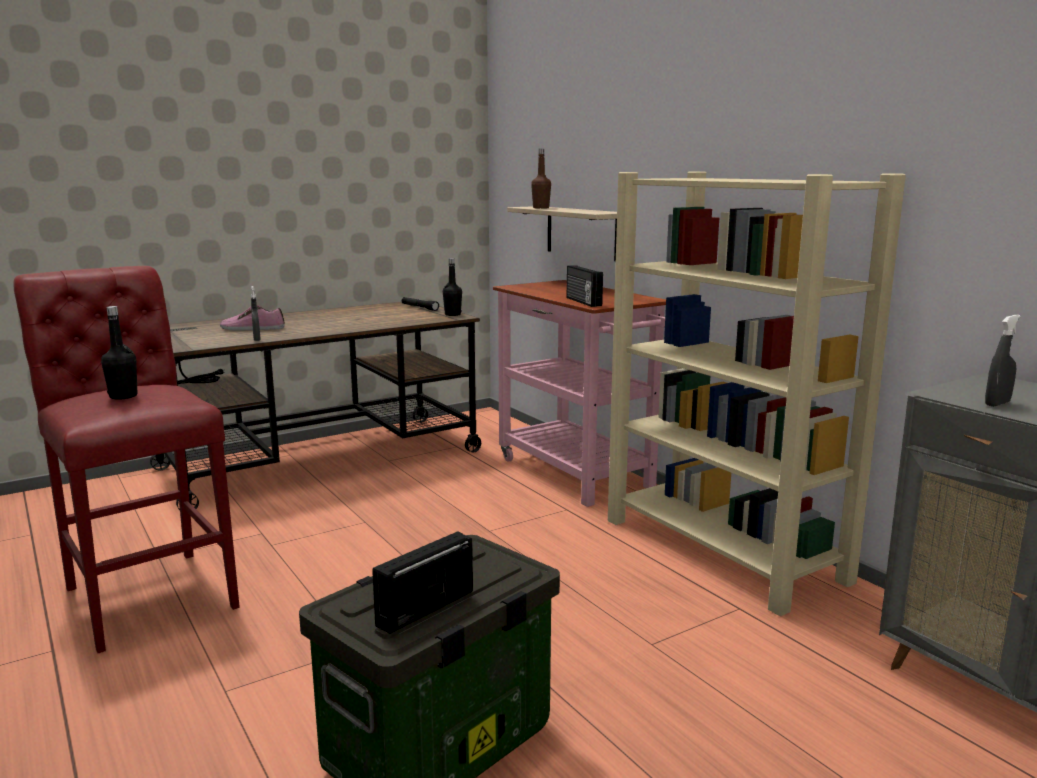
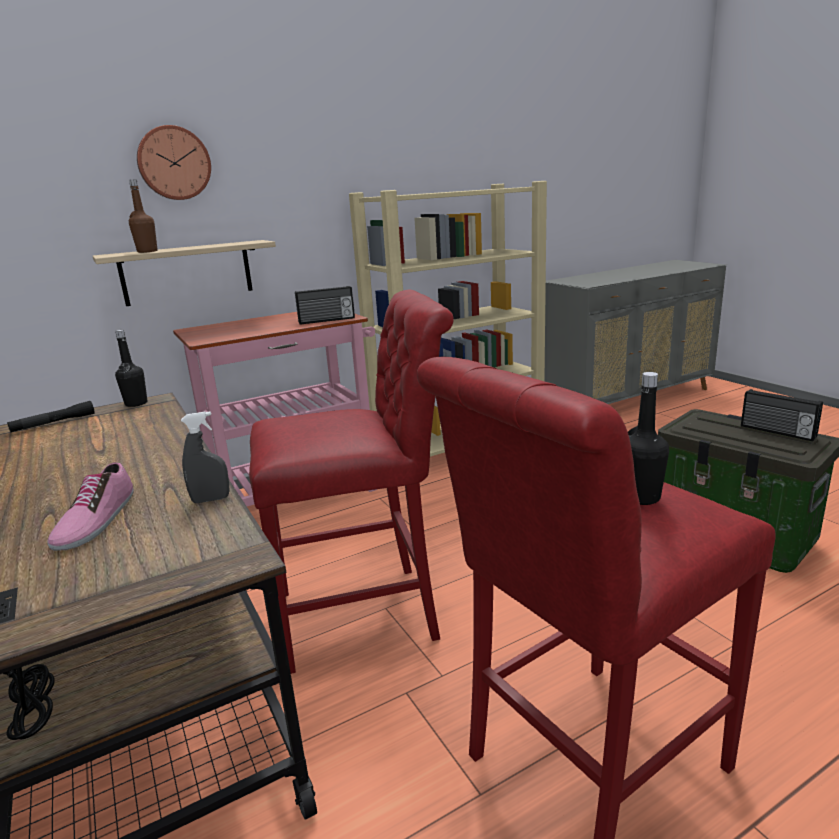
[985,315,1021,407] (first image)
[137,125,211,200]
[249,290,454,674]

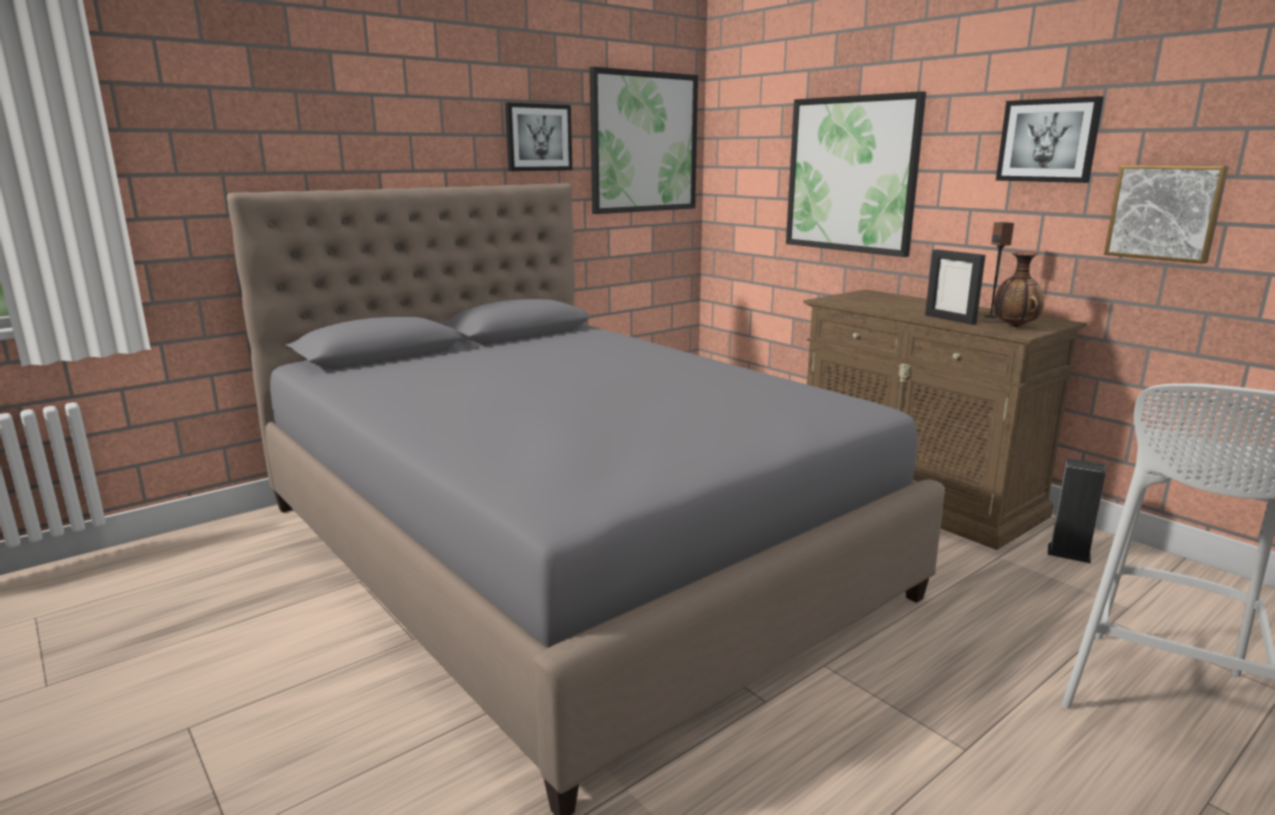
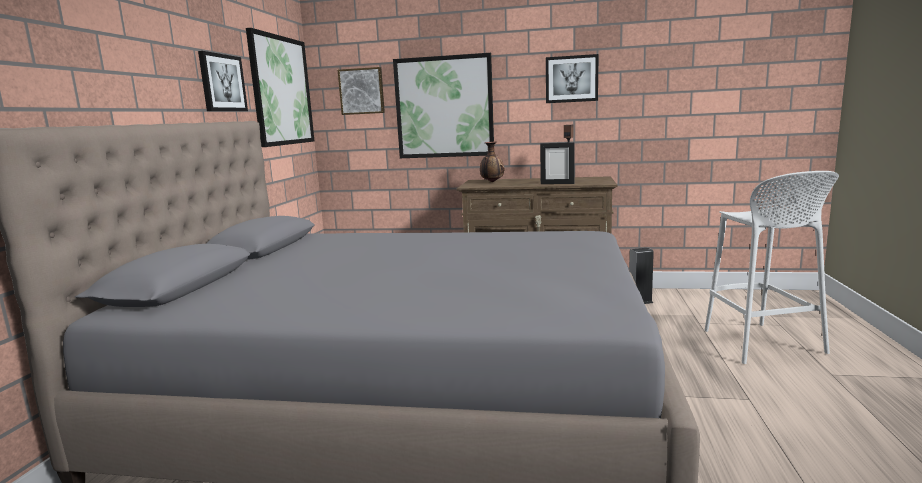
[338,67,385,115]
[480,142,505,182]

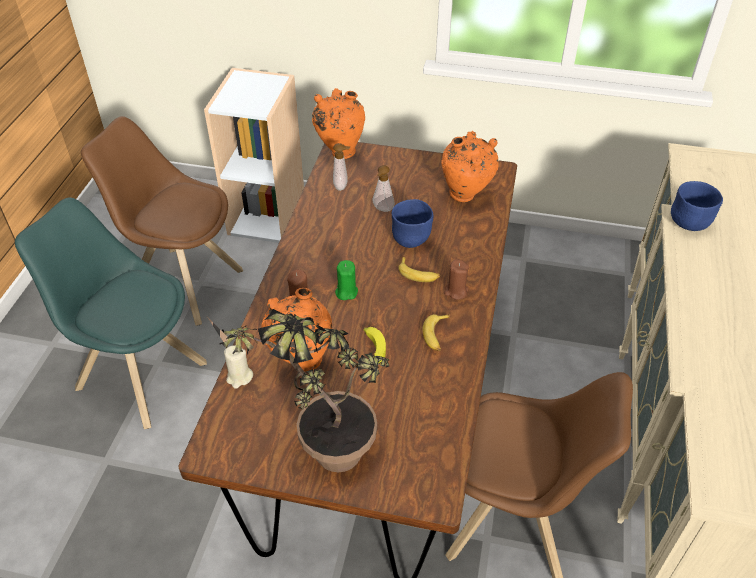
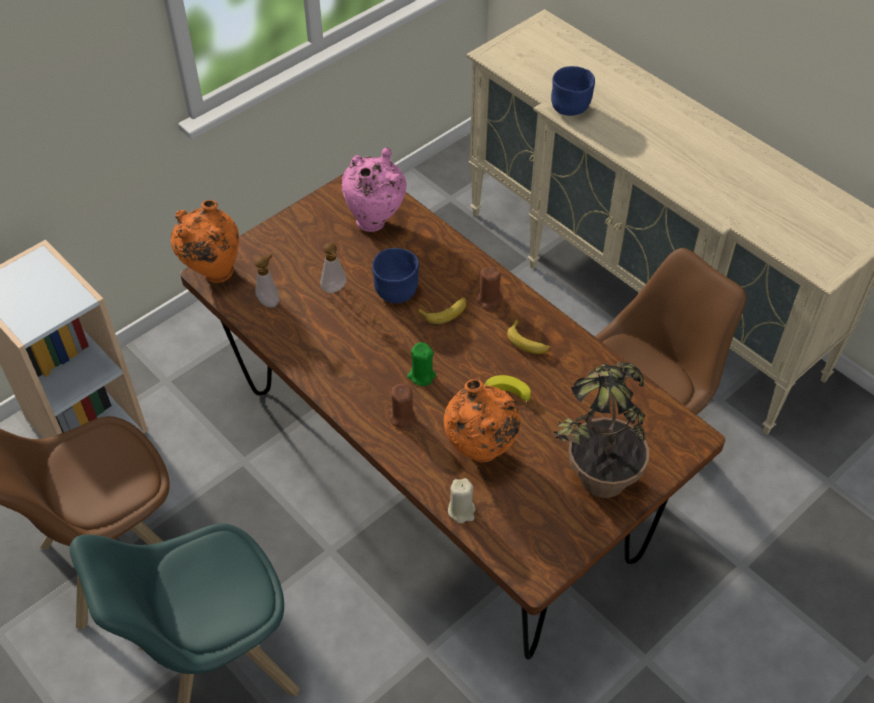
[342,148,407,232]

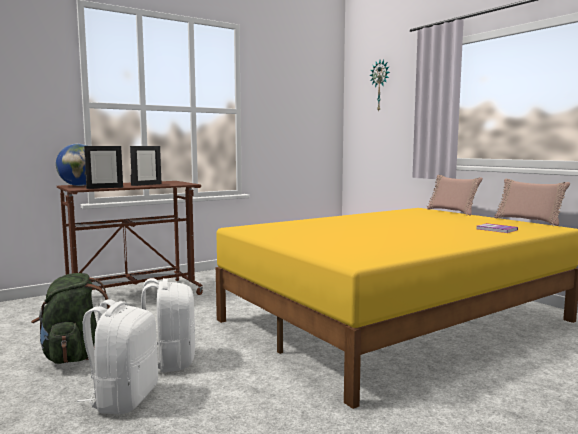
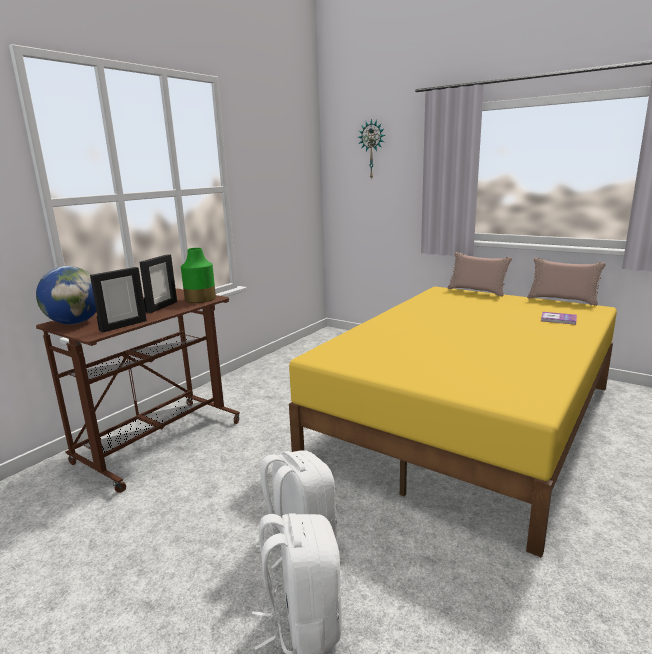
[31,273,111,364] (first image)
[181,248,216,303]

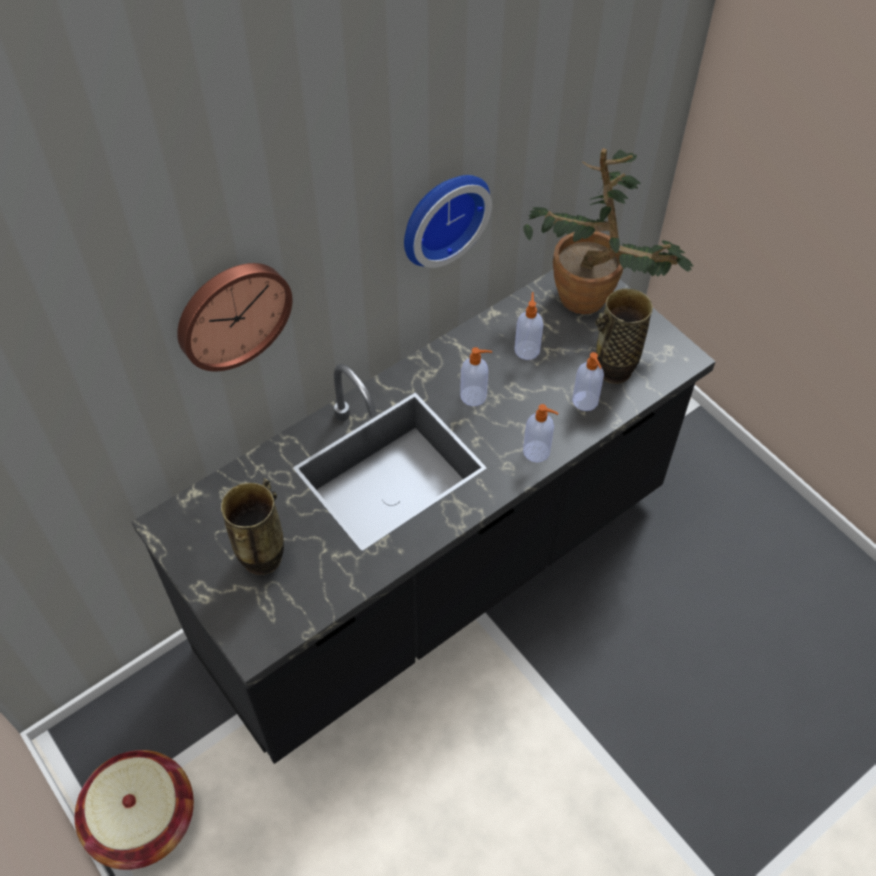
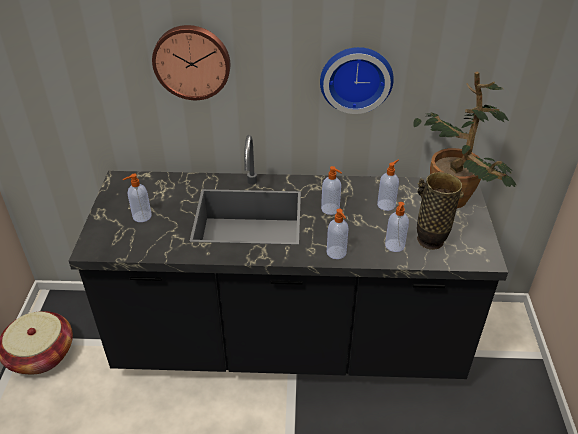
[123,173,152,222]

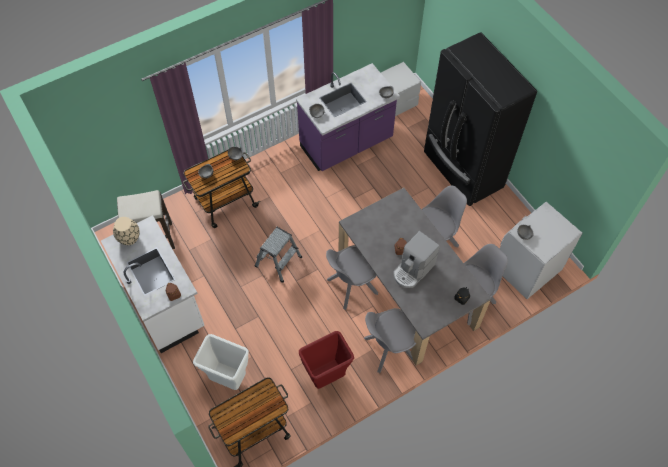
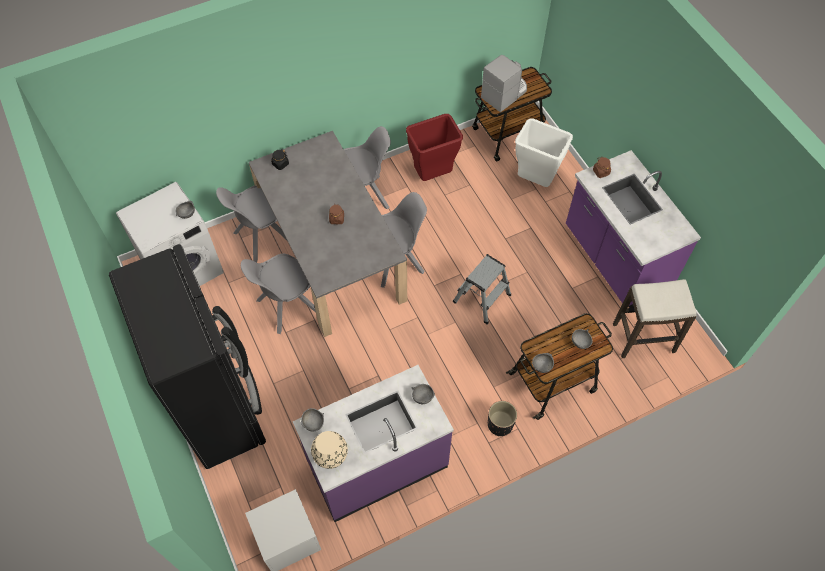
[566,150,701,308]
[311,431,348,469]
[481,55,527,112]
[488,401,517,436]

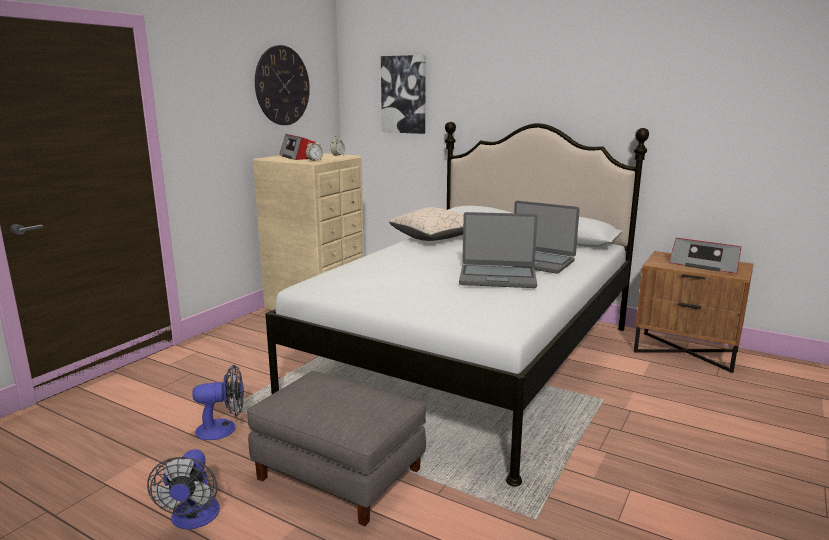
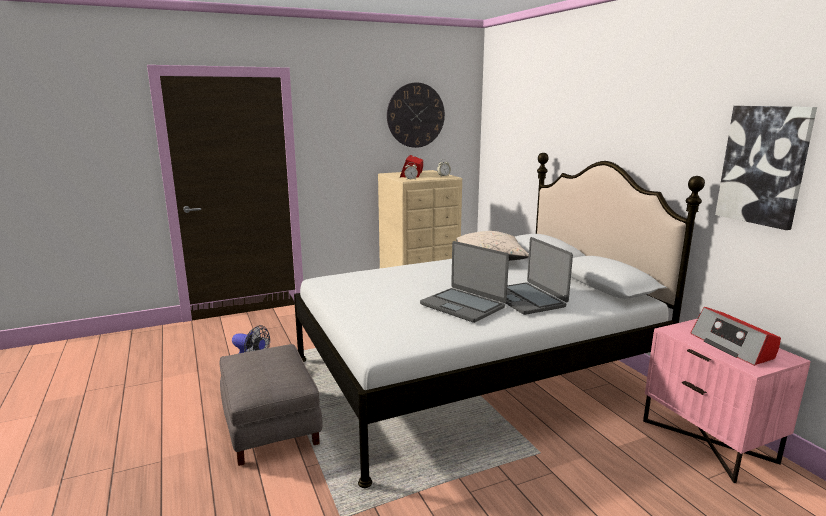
[715,106,817,230]
[643,319,811,483]
[147,449,220,529] (first image)

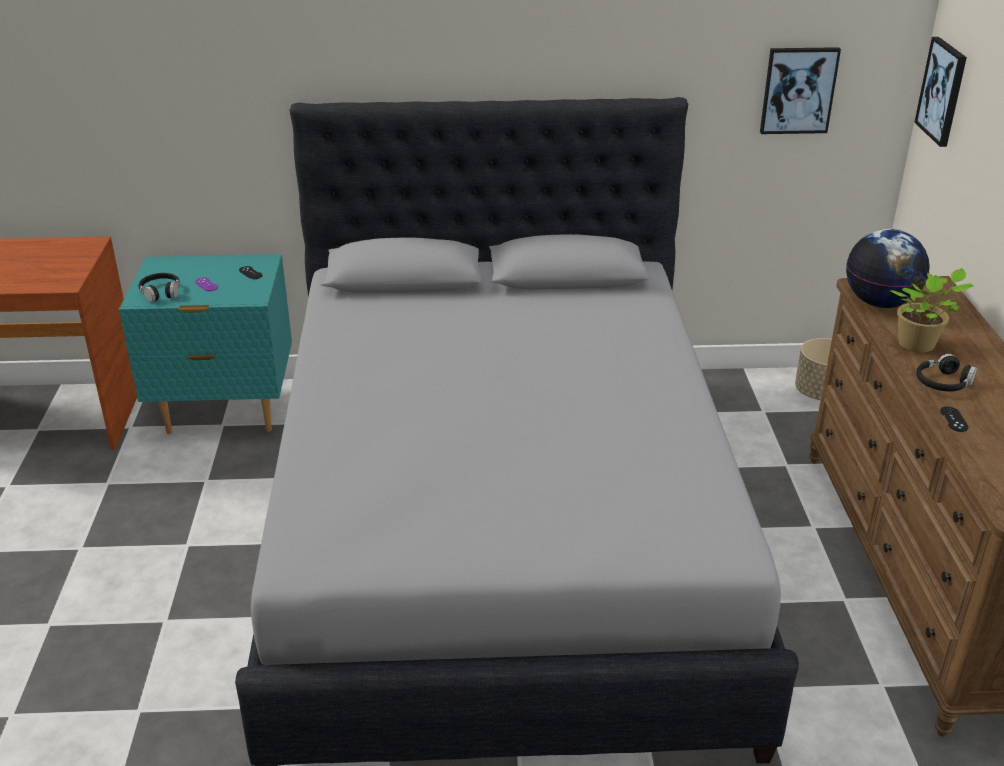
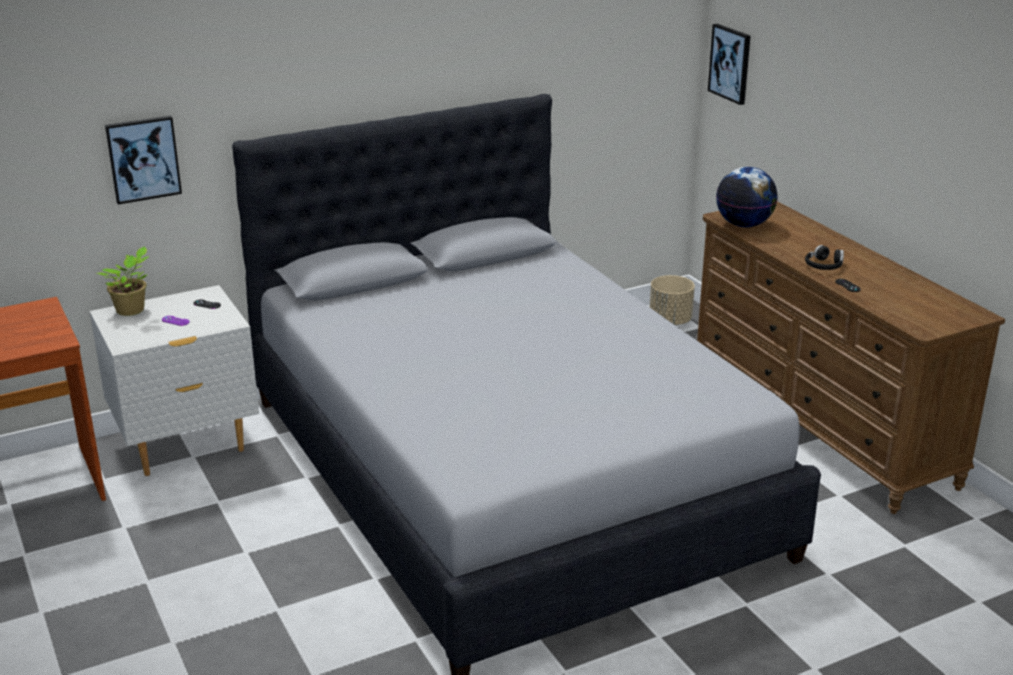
[105,116,182,204]
[90,285,259,476]
[96,246,149,316]
[138,273,180,302] (first image)

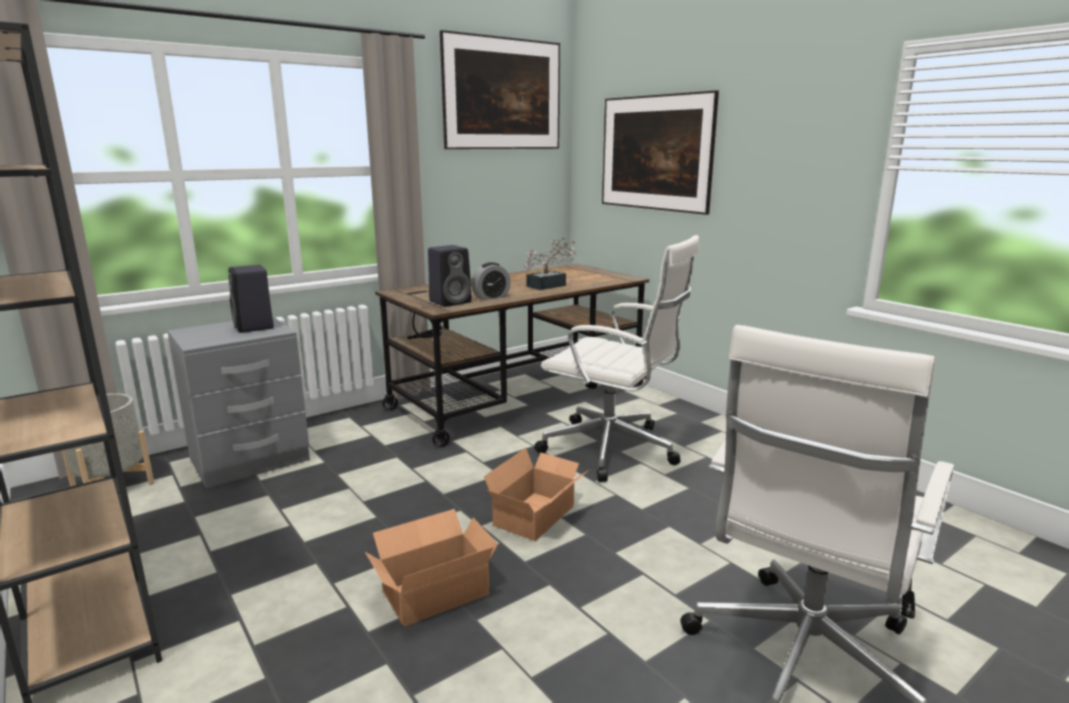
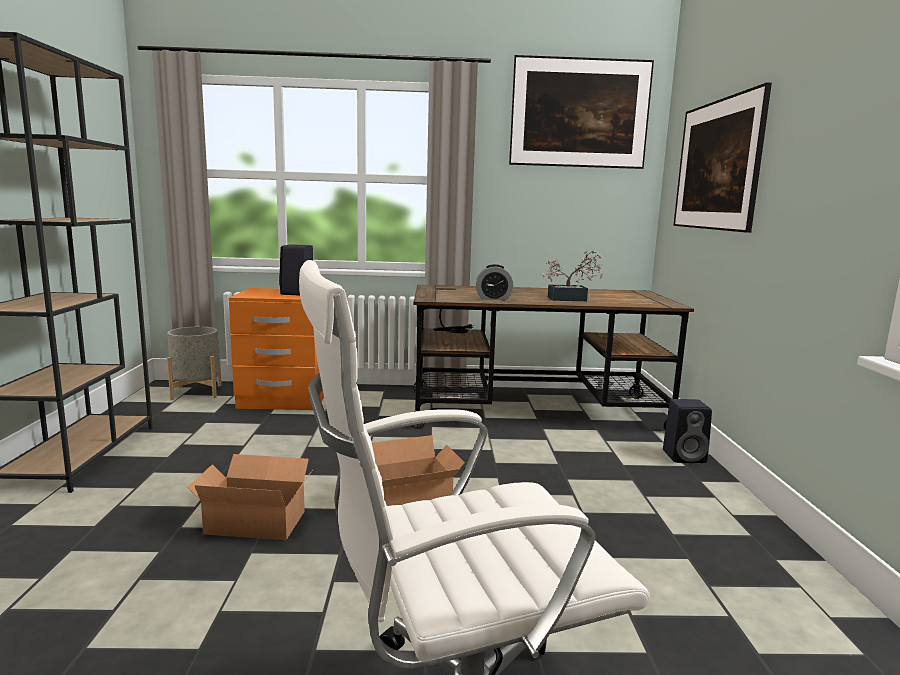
[534,235,700,482] (first image)
[663,399,712,463]
[229,288,324,410]

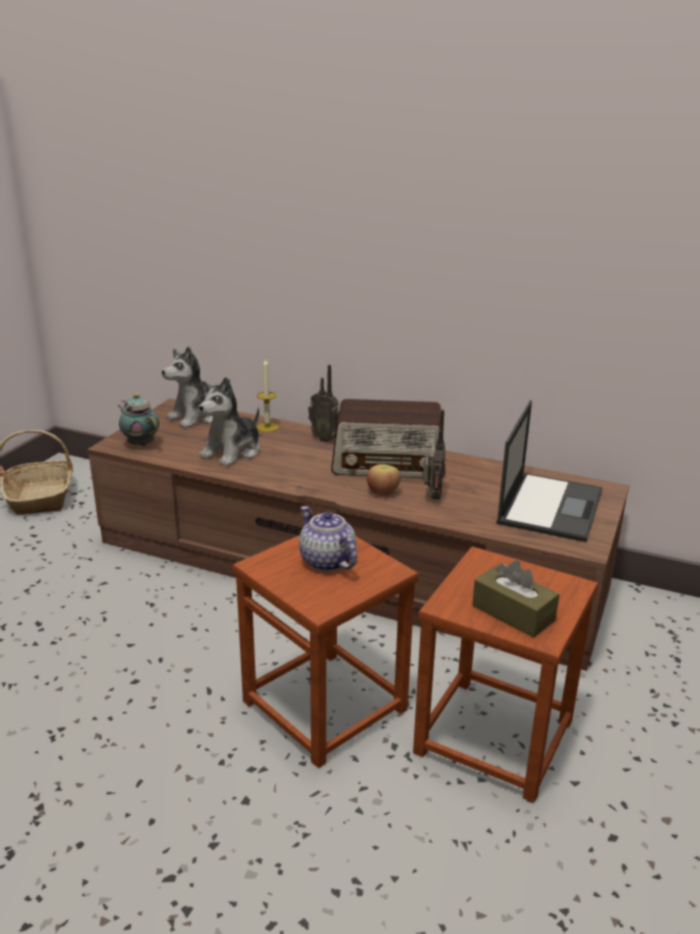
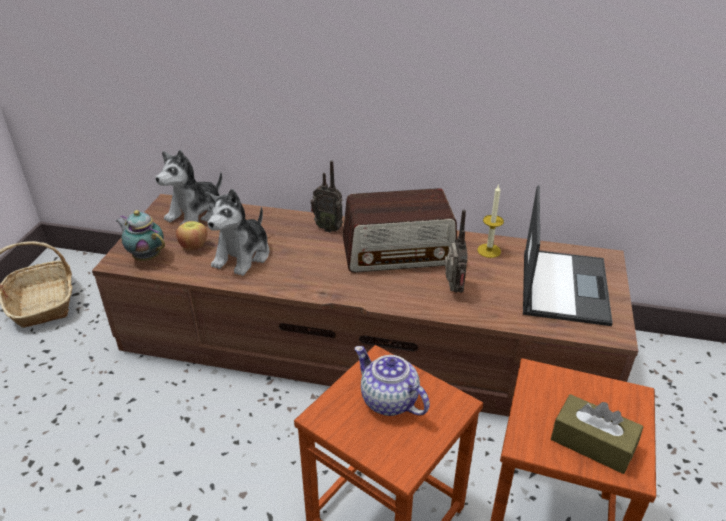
[477,184,504,258]
[176,221,207,250]

